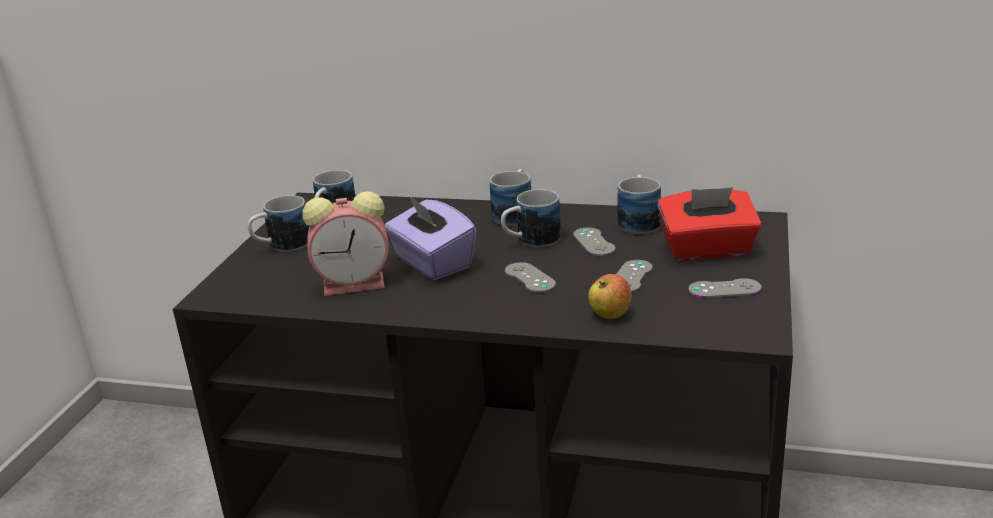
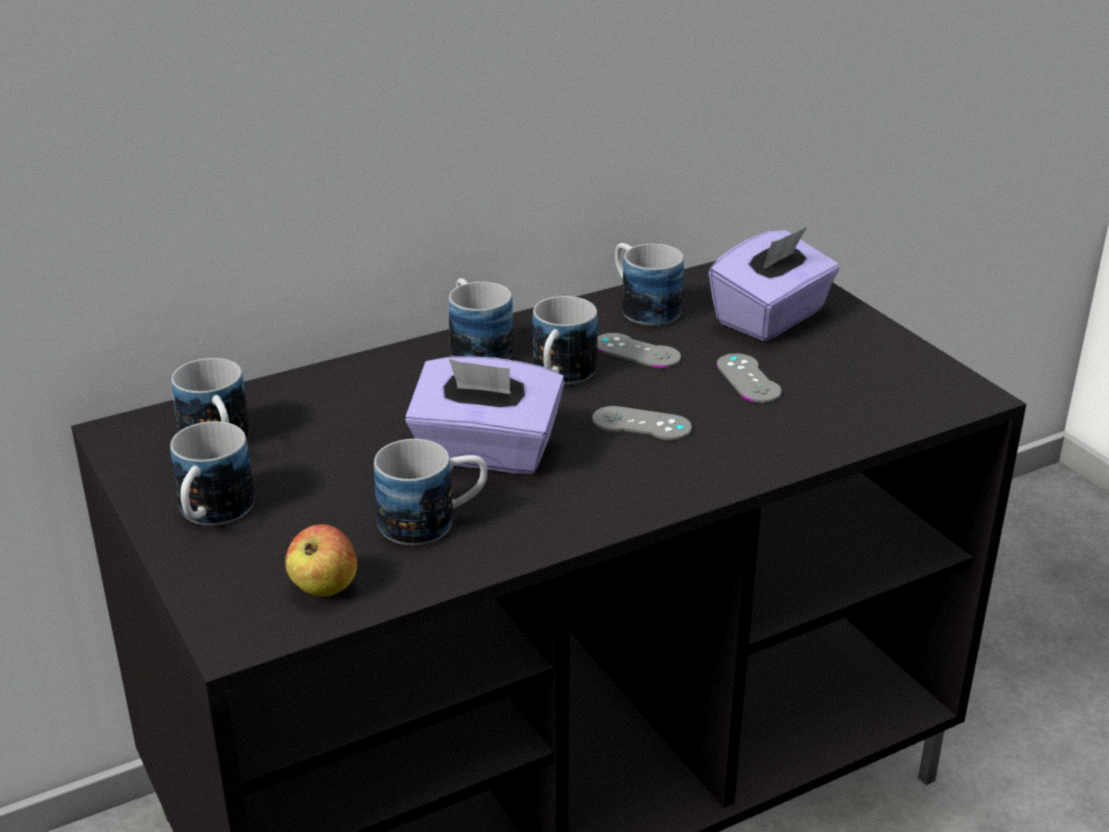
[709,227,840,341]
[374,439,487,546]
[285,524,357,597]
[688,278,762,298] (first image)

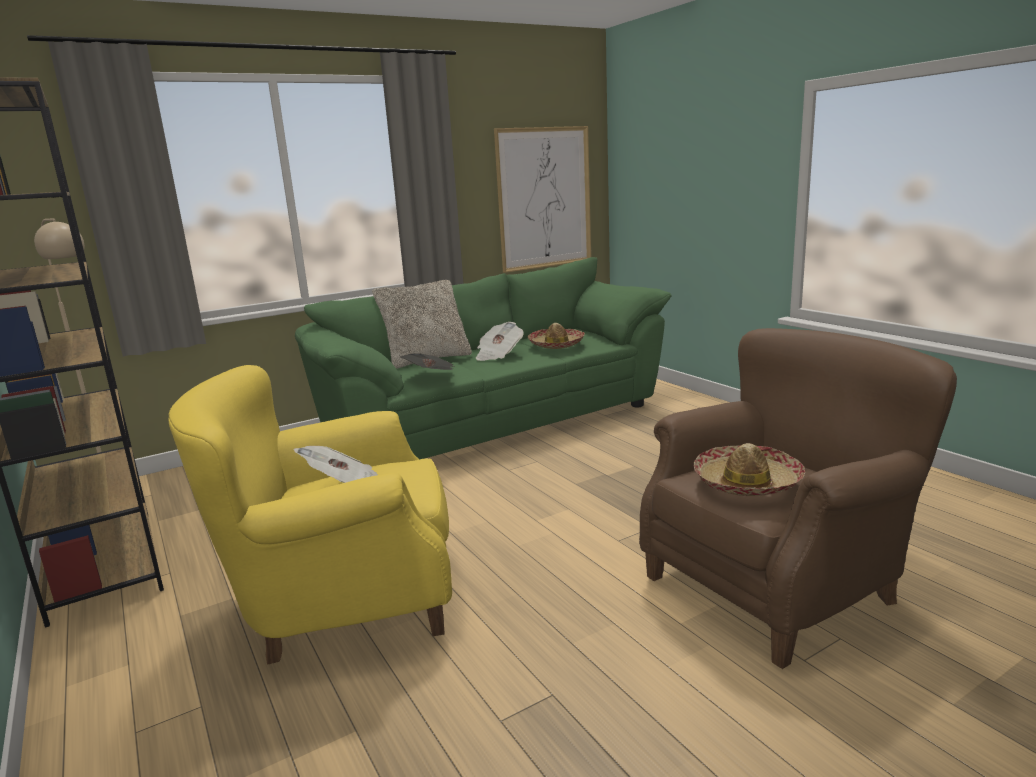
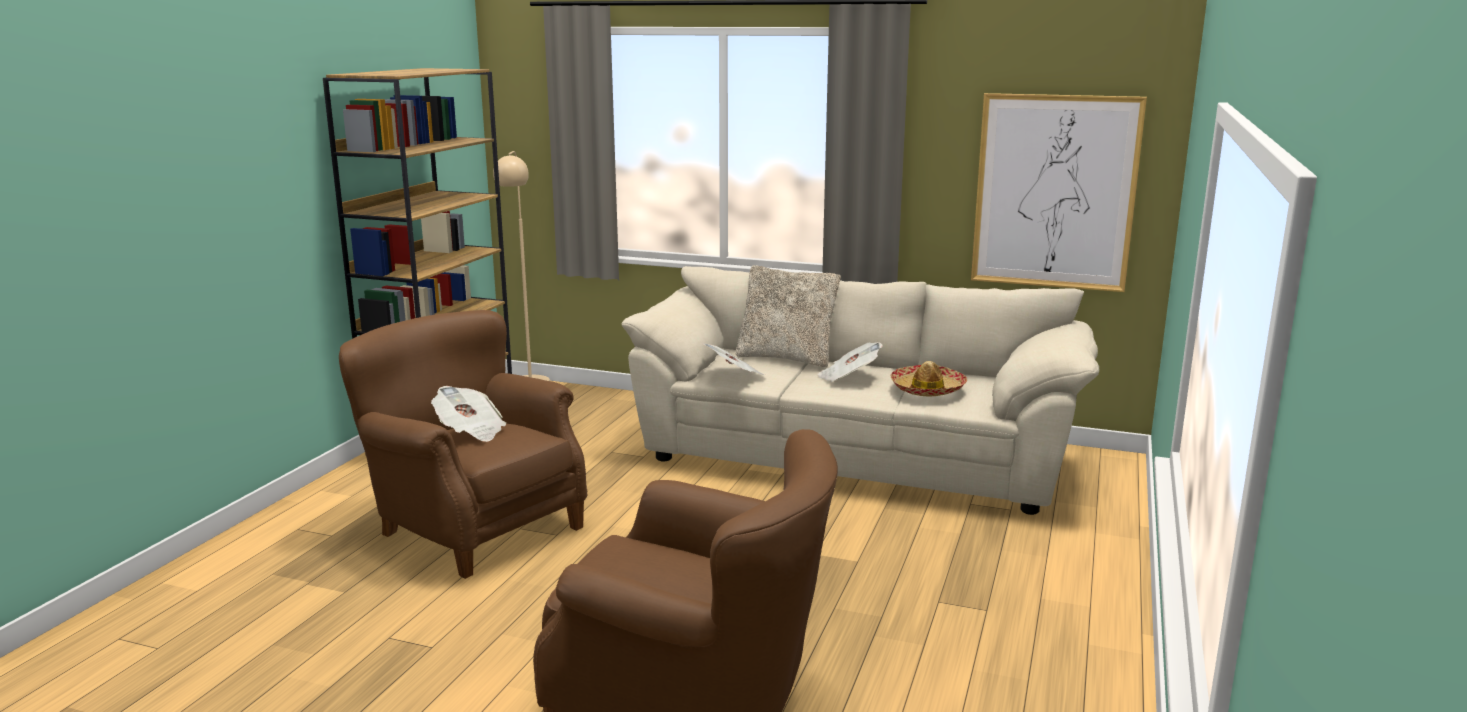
[621,266,1099,515]
[339,310,587,579]
[694,443,805,496] (first image)

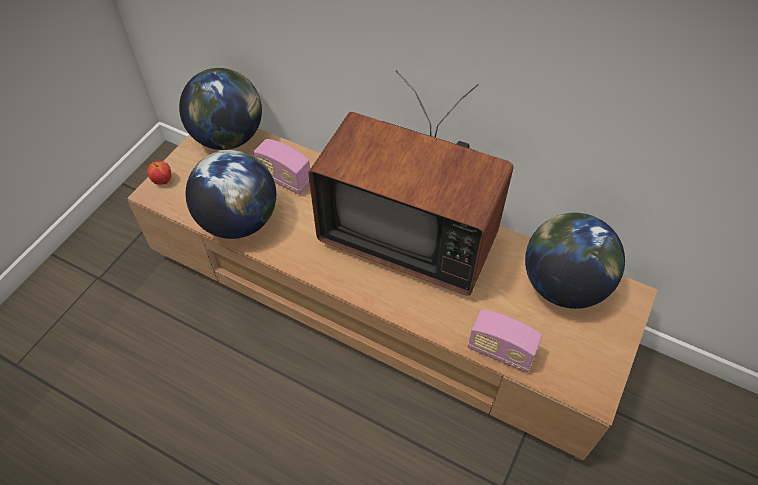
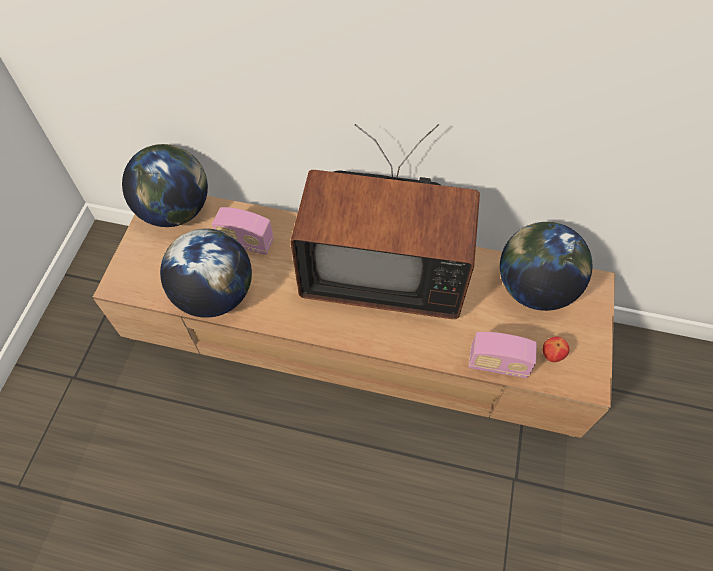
[543,336,569,362]

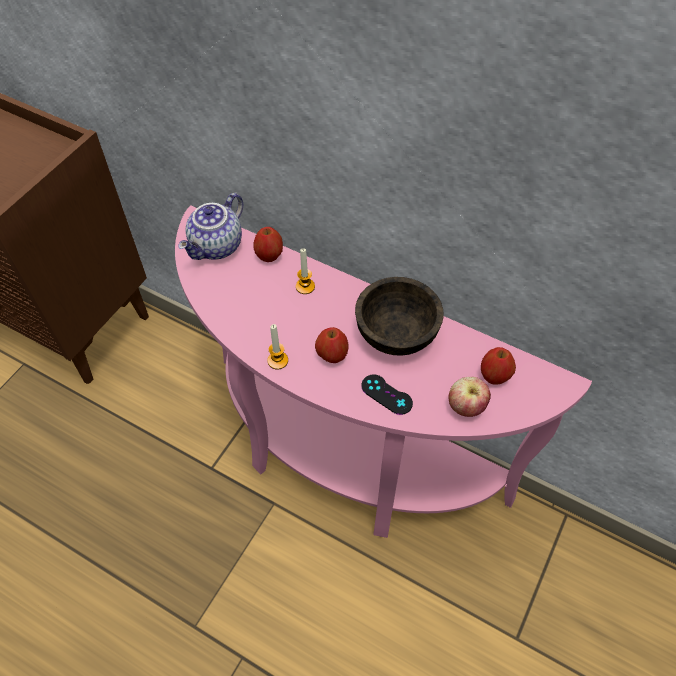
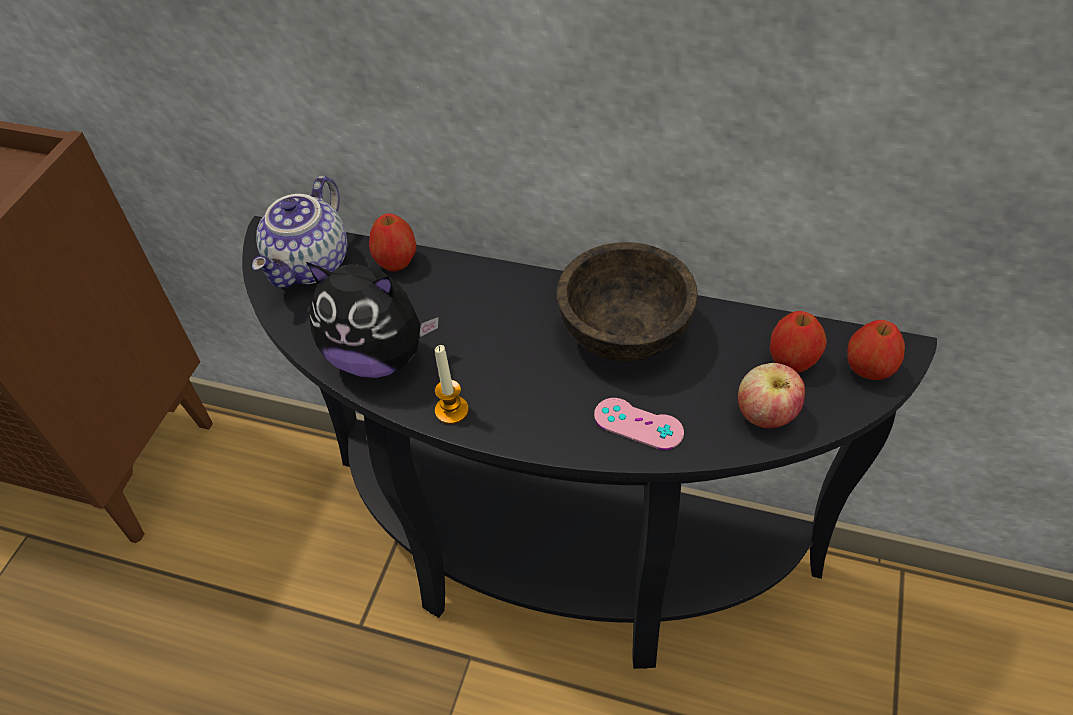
[242,216,937,669]
[296,248,315,294] (first image)
[847,320,905,380]
[594,398,684,450]
[306,262,439,378]

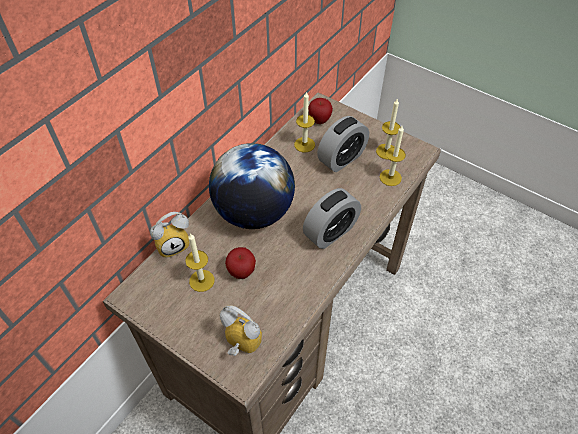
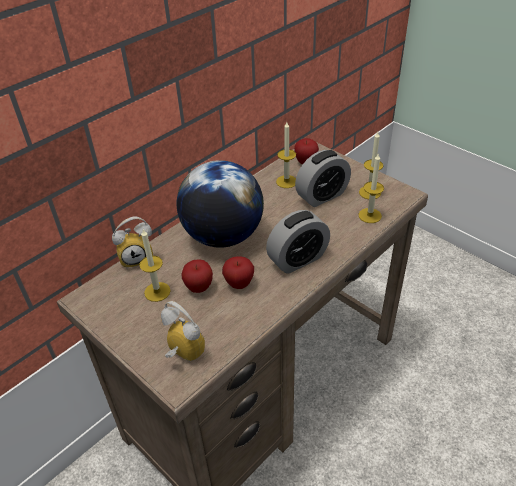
[222,256,254,289]

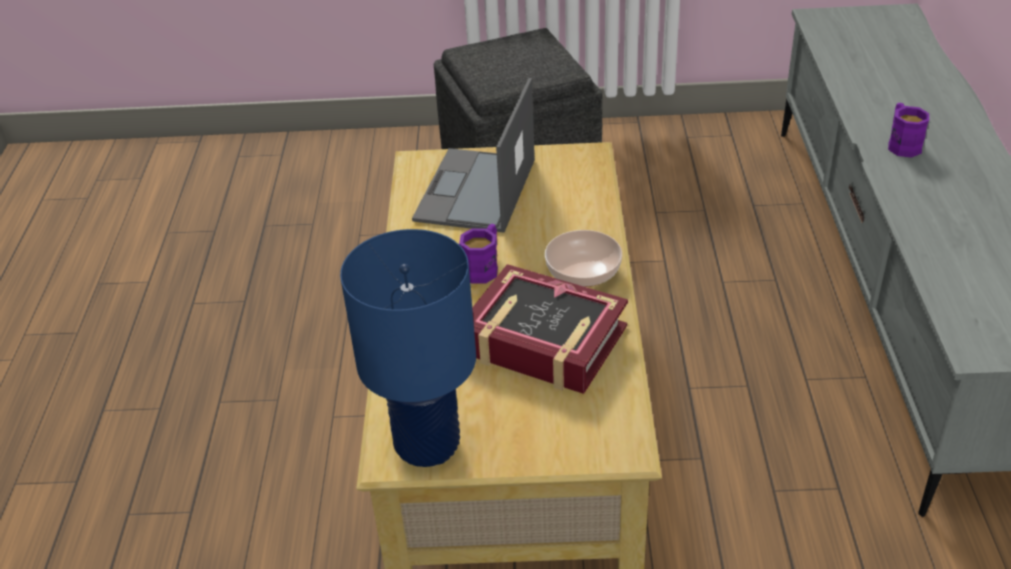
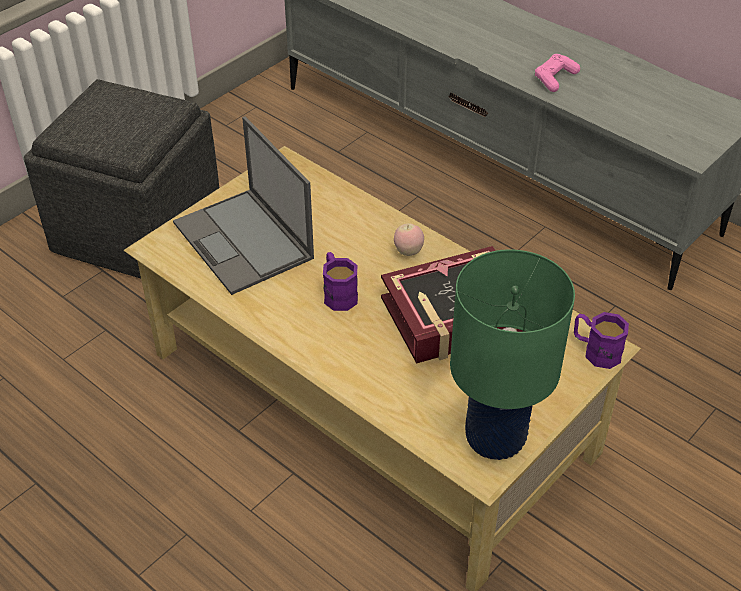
[574,312,629,369]
[450,249,575,460]
[394,224,424,256]
[535,54,580,92]

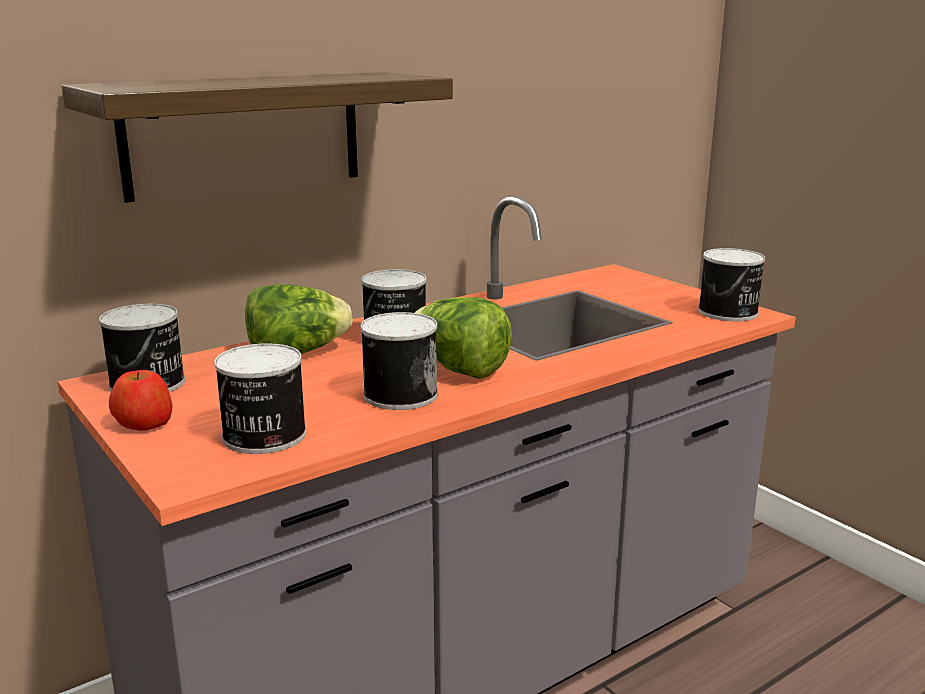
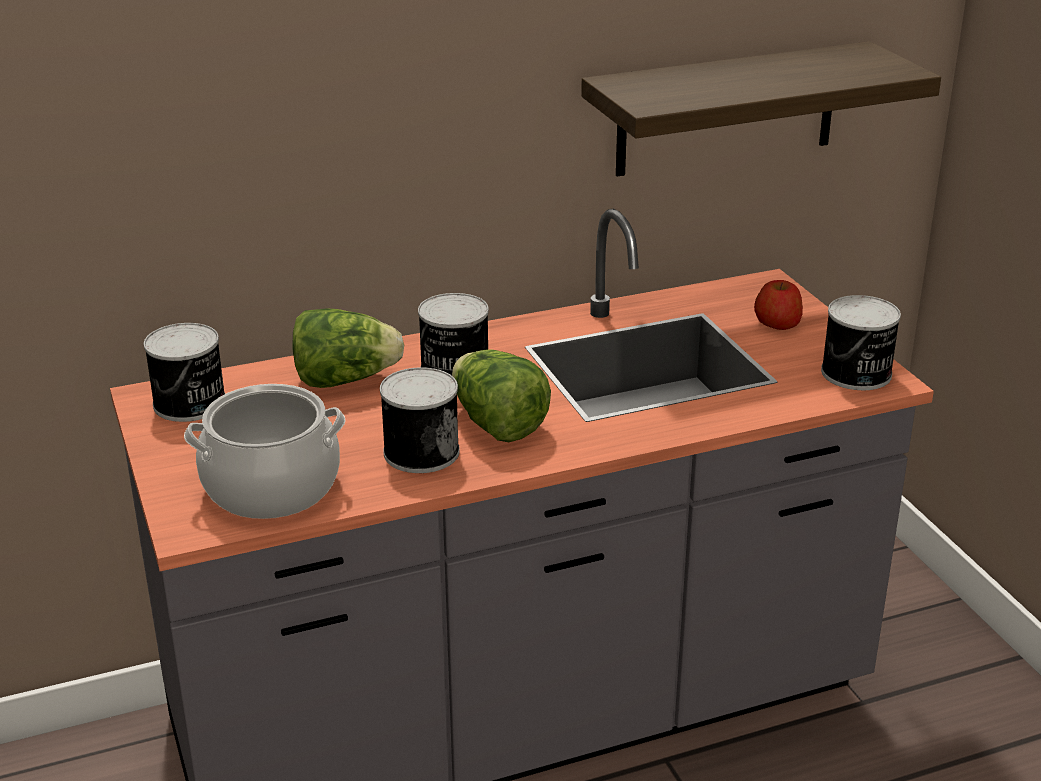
[581,42,941,176]
[184,384,345,519]
[754,280,803,330]

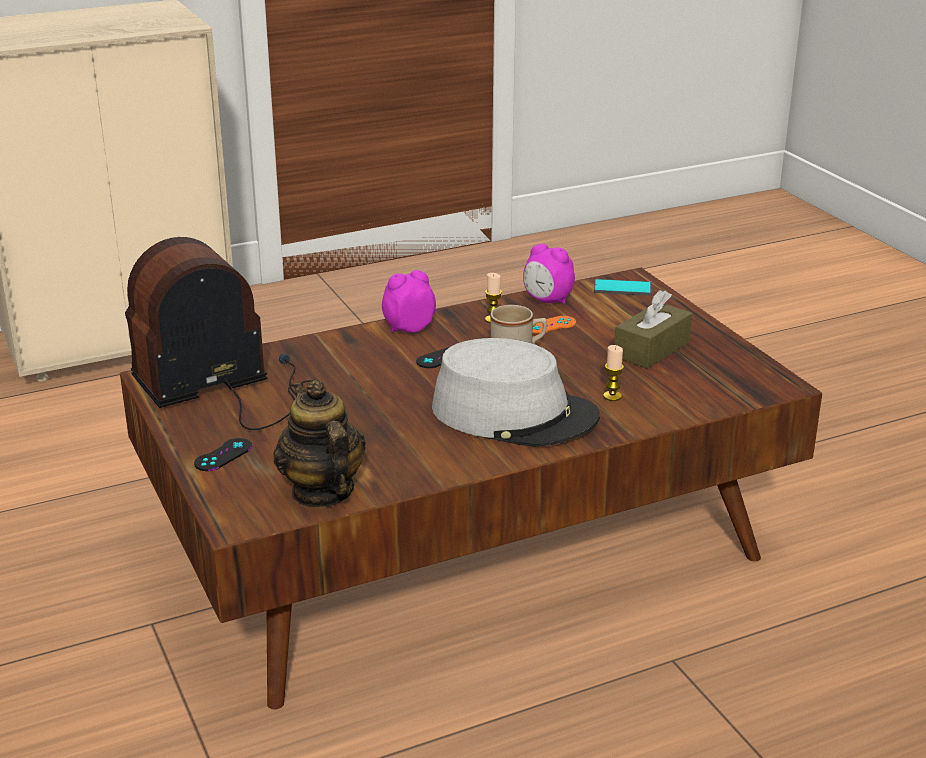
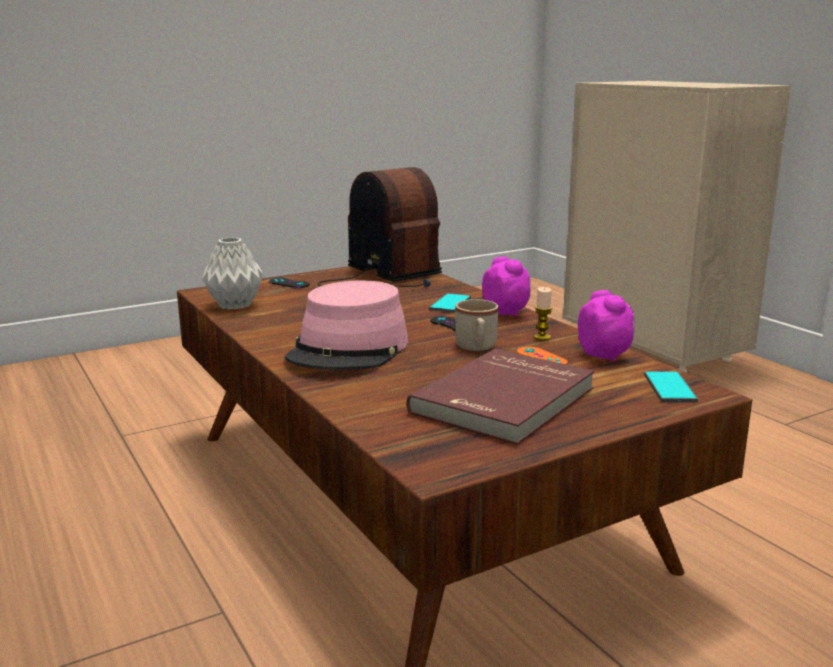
[578,290,635,362]
[407,349,595,445]
[285,280,409,370]
[603,345,624,401] (first image)
[202,237,264,310]
[429,293,471,313]

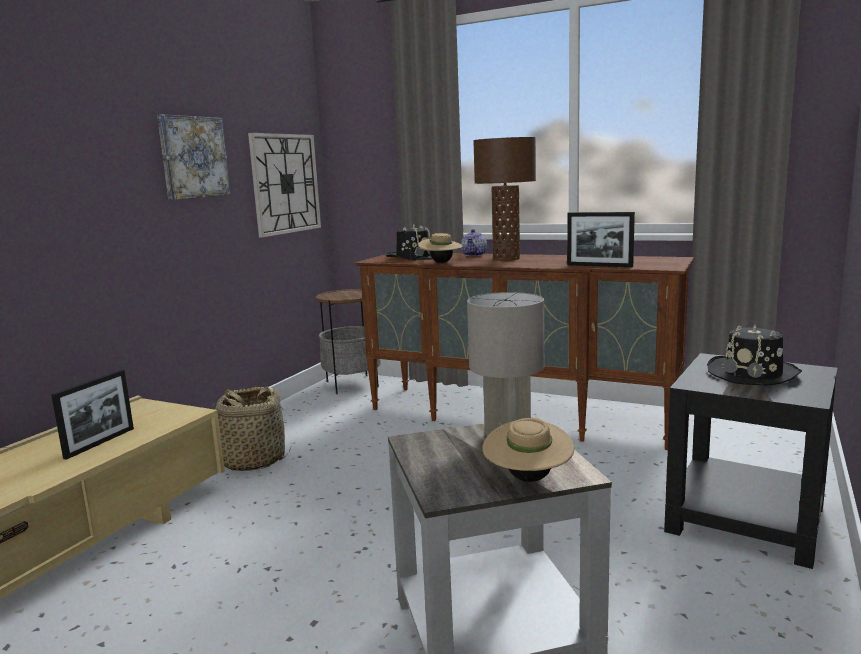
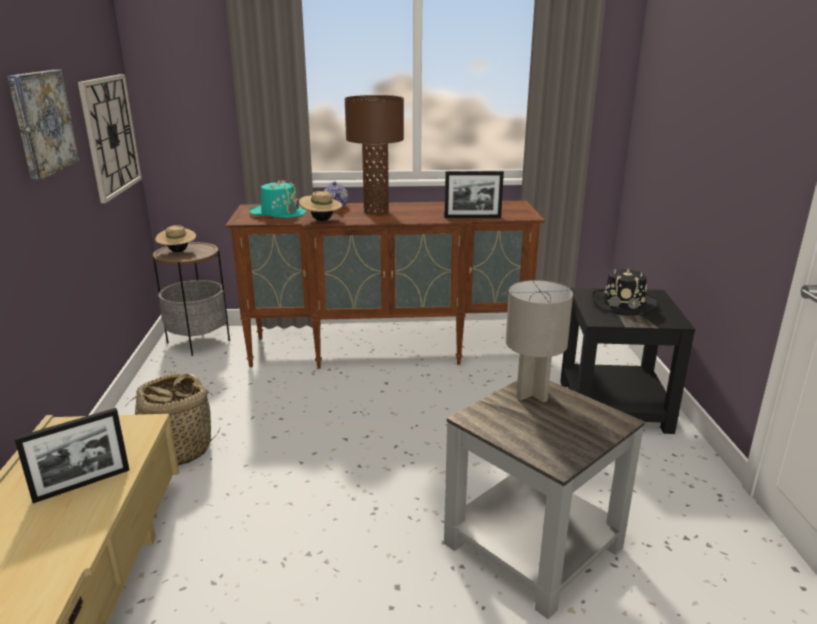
[249,179,307,218]
[14,408,129,503]
[155,225,196,252]

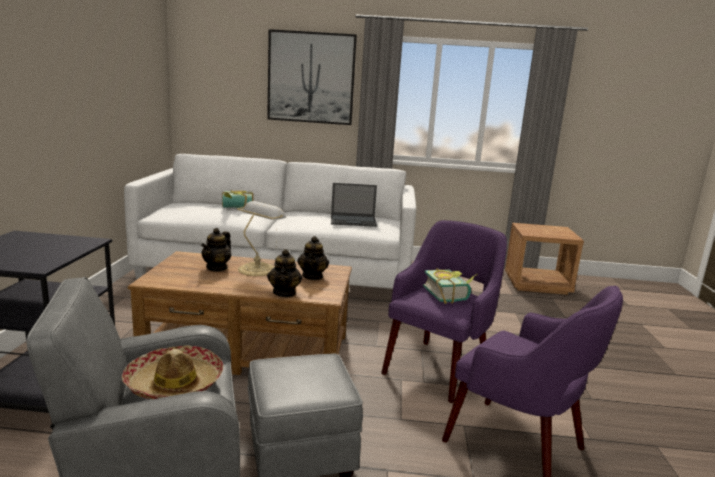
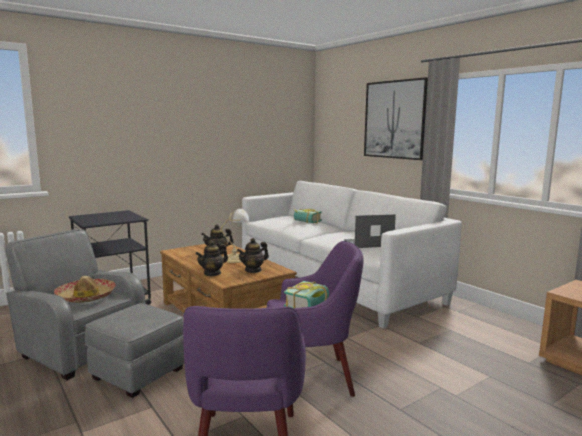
[344,214,396,248]

